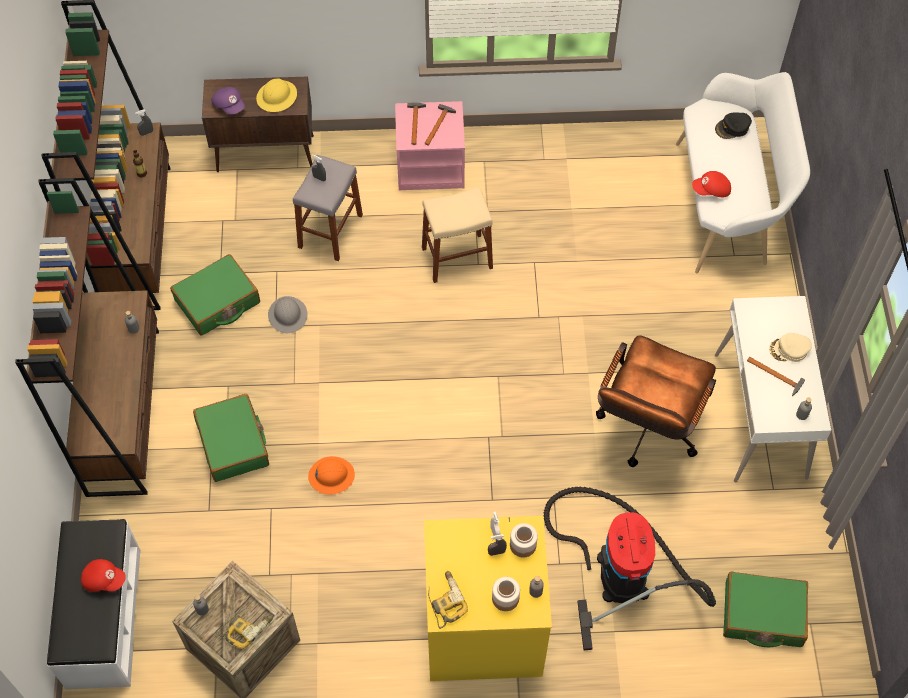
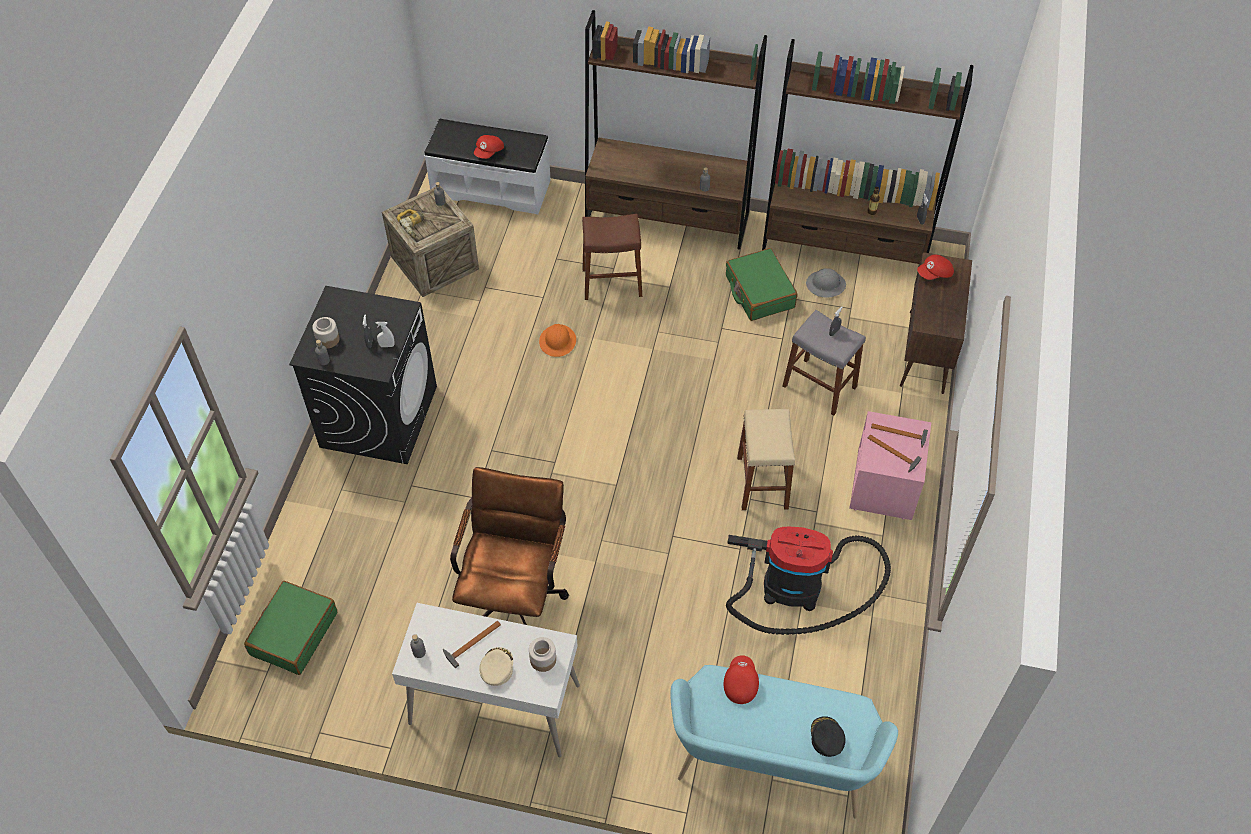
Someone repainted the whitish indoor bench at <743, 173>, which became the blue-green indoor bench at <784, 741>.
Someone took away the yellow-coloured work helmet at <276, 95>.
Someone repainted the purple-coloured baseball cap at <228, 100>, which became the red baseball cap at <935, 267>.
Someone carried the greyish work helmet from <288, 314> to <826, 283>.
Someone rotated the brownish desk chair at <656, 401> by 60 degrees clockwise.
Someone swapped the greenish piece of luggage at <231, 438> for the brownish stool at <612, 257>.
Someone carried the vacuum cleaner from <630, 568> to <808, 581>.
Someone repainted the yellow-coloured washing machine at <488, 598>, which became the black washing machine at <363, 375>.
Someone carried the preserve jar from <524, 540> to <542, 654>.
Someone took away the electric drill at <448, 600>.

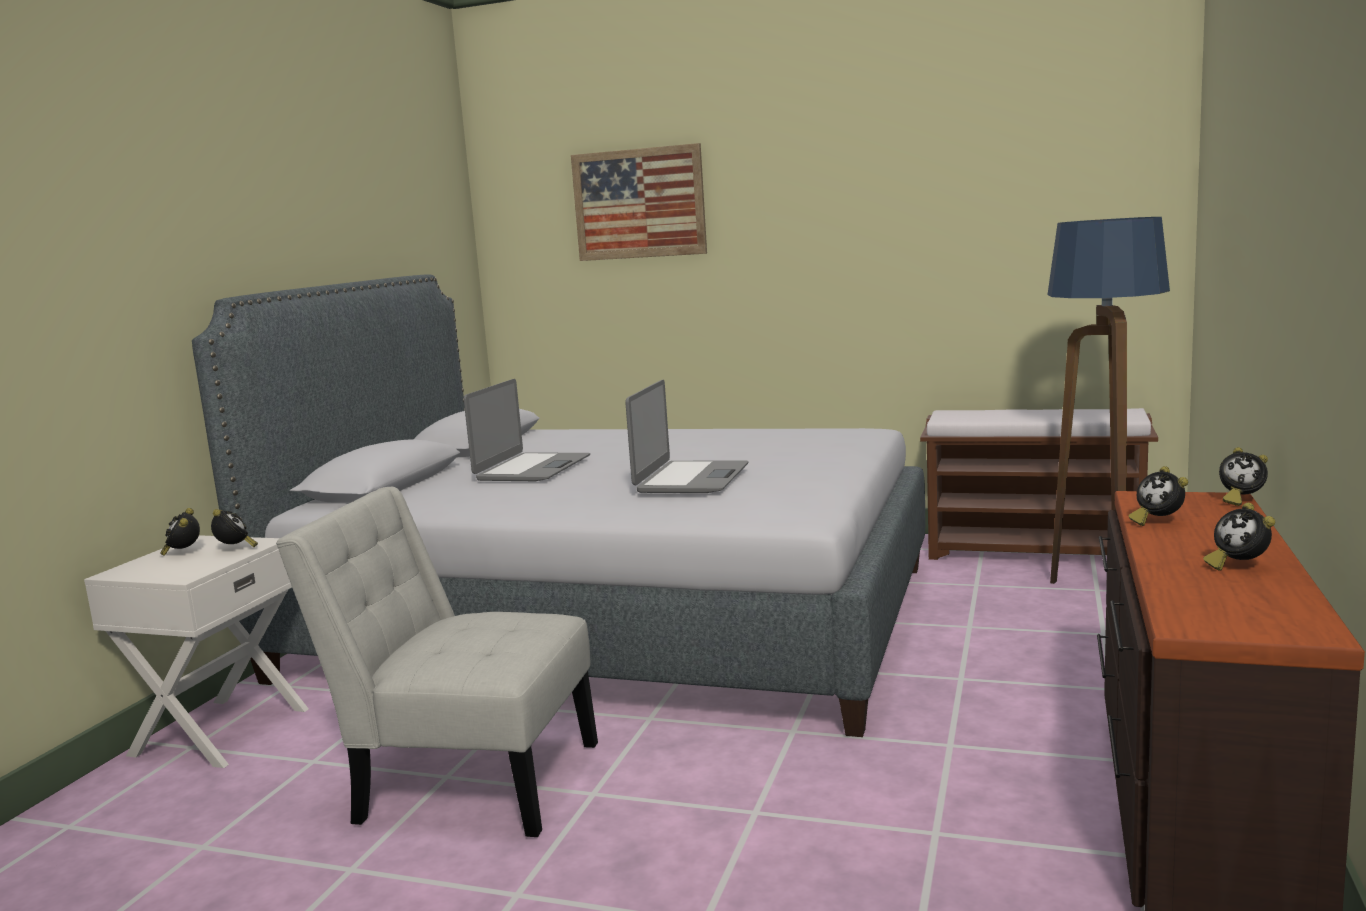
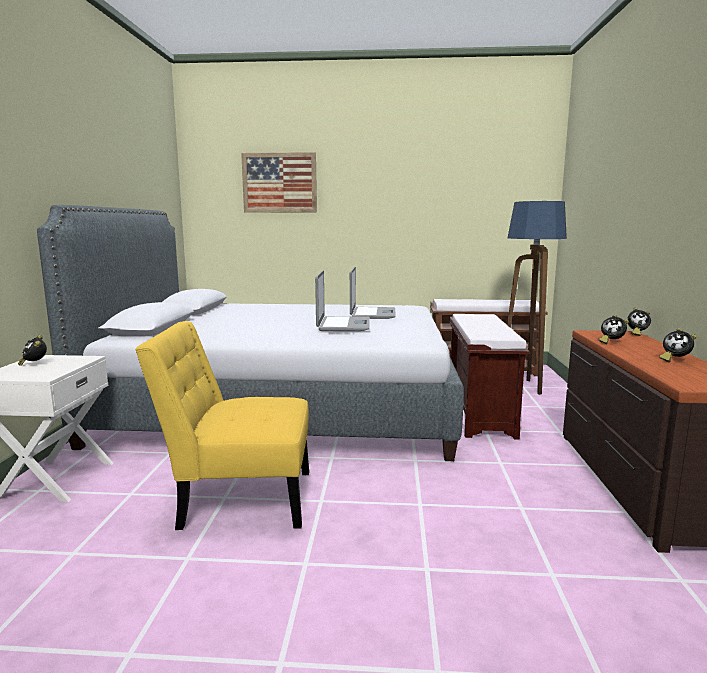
Someone carried the laptop from <527, 430> to <373, 293>.
Someone repainted the whitish chair at <437, 662>, which became the yellow-coloured chair at <222, 425>.
Someone took away the alarm clock at <234, 528>.
Someone put down the brownish indoor bench at <489, 377>.

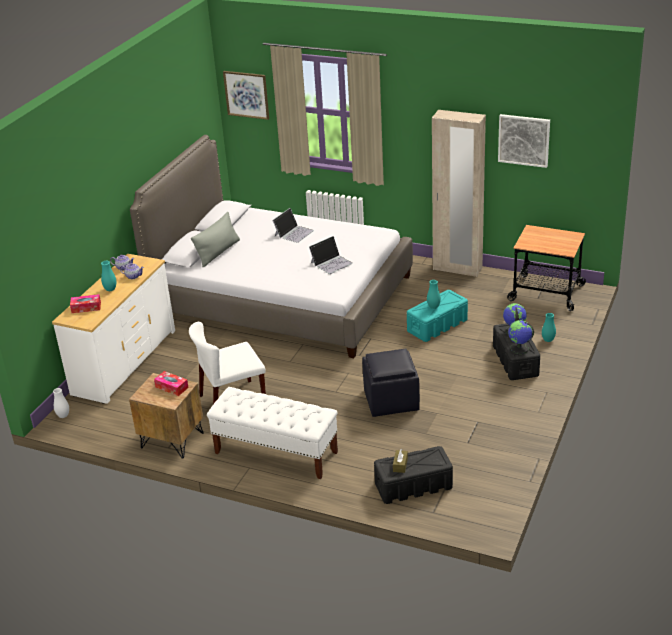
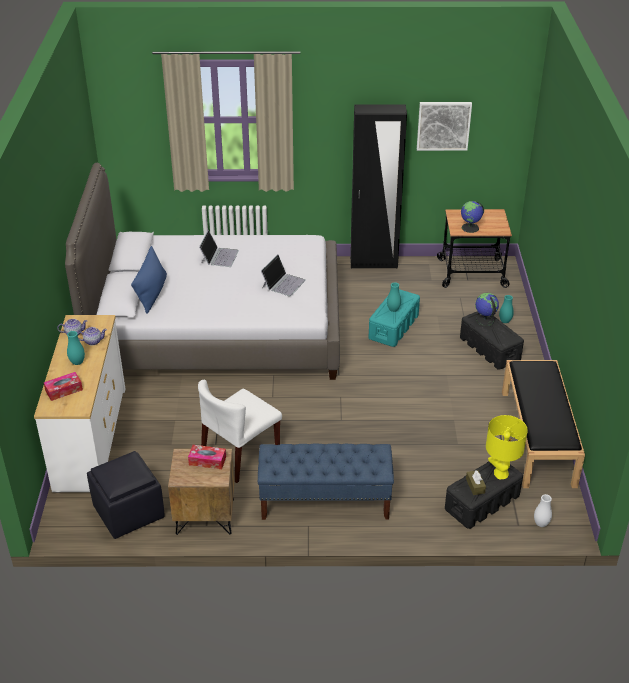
Someone took away the wall picture at <246, 95>.
Someone repainted the sand-coloured clothes cupboard at <459, 193>, which became the black clothes cupboard at <378, 186>.
Someone repainted the greyish cushion at <215, 239>, which became the blue-coloured cushion at <149, 280>.
Someone carried the desk globe from <521, 337> to <472, 217>.
Someone carried the black pouffe from <391, 383> to <126, 495>.
Someone repainted the whitish indoor bench at <272, 433>, which became the blue-coloured indoor bench at <326, 481>.
Someone carried the whitish vase from <61, 403> to <543, 510>.
Someone put down the black indoor bench at <543, 424>.
Someone put down the yellow-coloured tabletop lamp at <507, 447>.

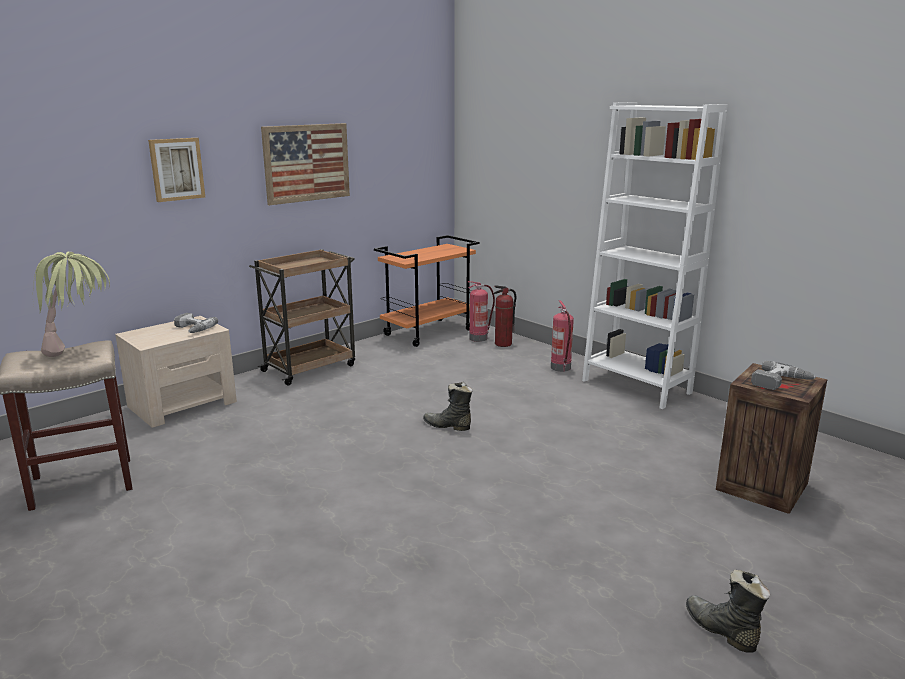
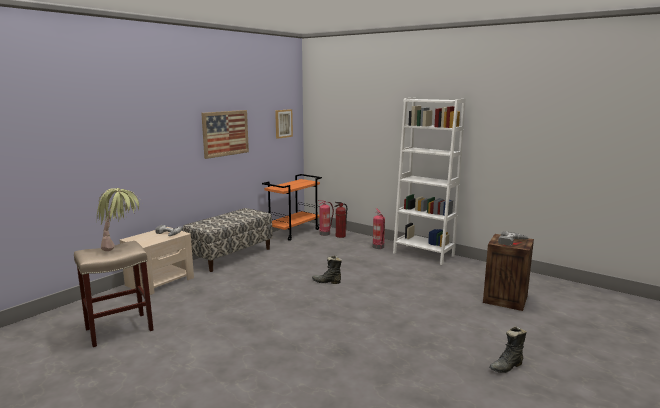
Someone carried the wall picture from <176, 170> to <284, 124>.
Someone swapped the brownish cart at <302, 317> for the indoor bench at <228, 240>.
Someone rotated the black tall boot at <728, 611> by 75 degrees counterclockwise.

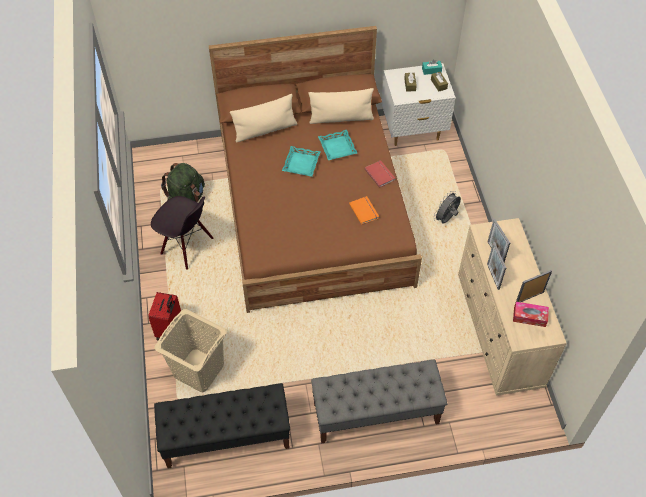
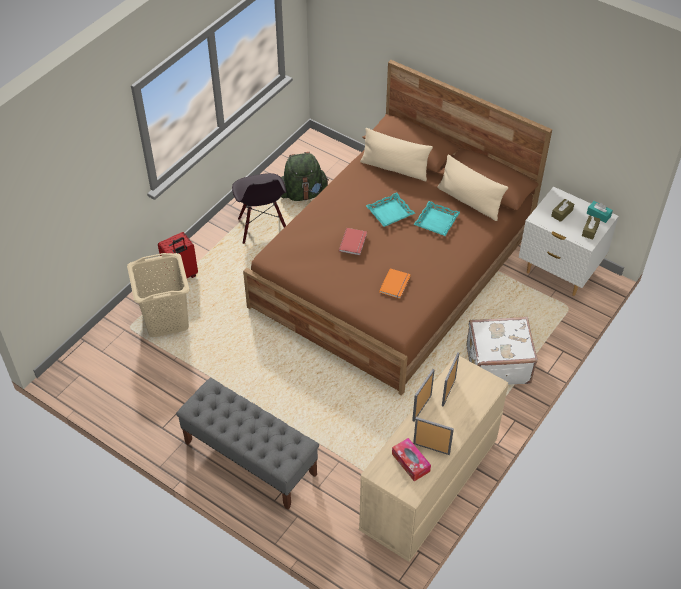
Someone carried the red bound book from <379, 174> to <353, 241>.
Someone swapped the greyish fan at <447, 207> for the whitish piece of luggage at <502, 351>.
Someone took away the black indoor bench at <222, 426>.

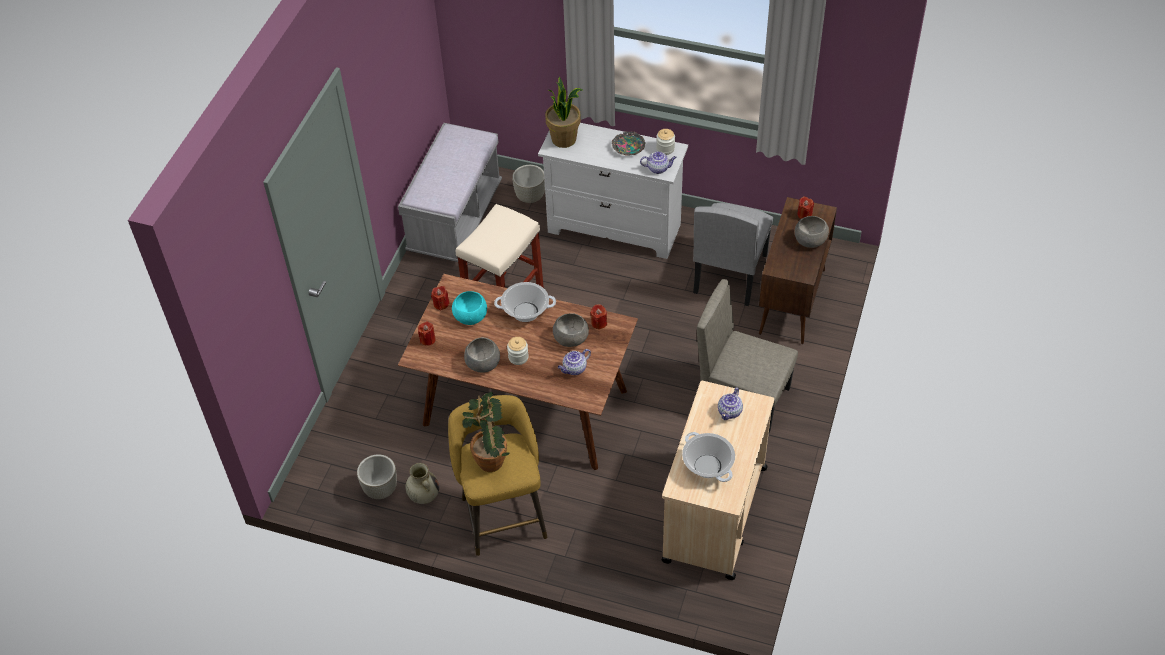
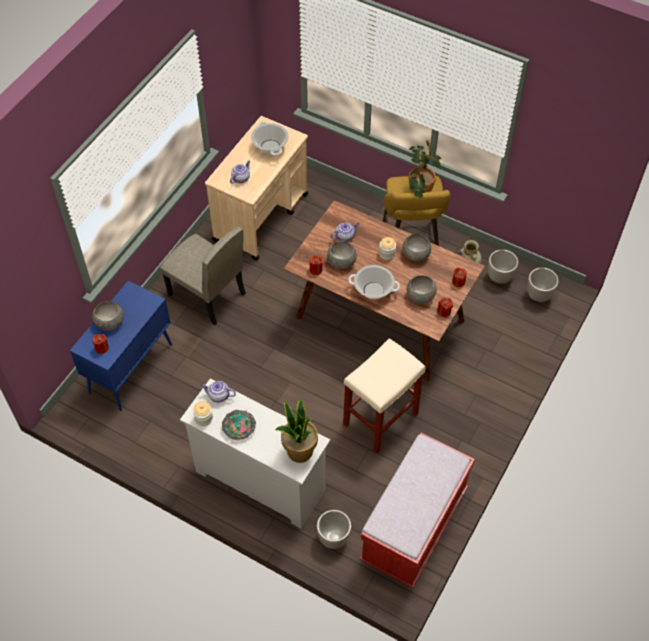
Someone repainted the greyish indoor bench at <450, 192>, which became the red indoor bench at <417, 510>.
Someone repainted the brownish cupboard at <798, 270>, which became the blue-coloured cupboard at <121, 346>.
Someone took away the greyish chair at <733, 254>.
Someone repainted the blue-green deep dish at <469, 308>, which became the greyish deep dish at <422, 289>.
Someone put down the greyish planter at <543, 284>.

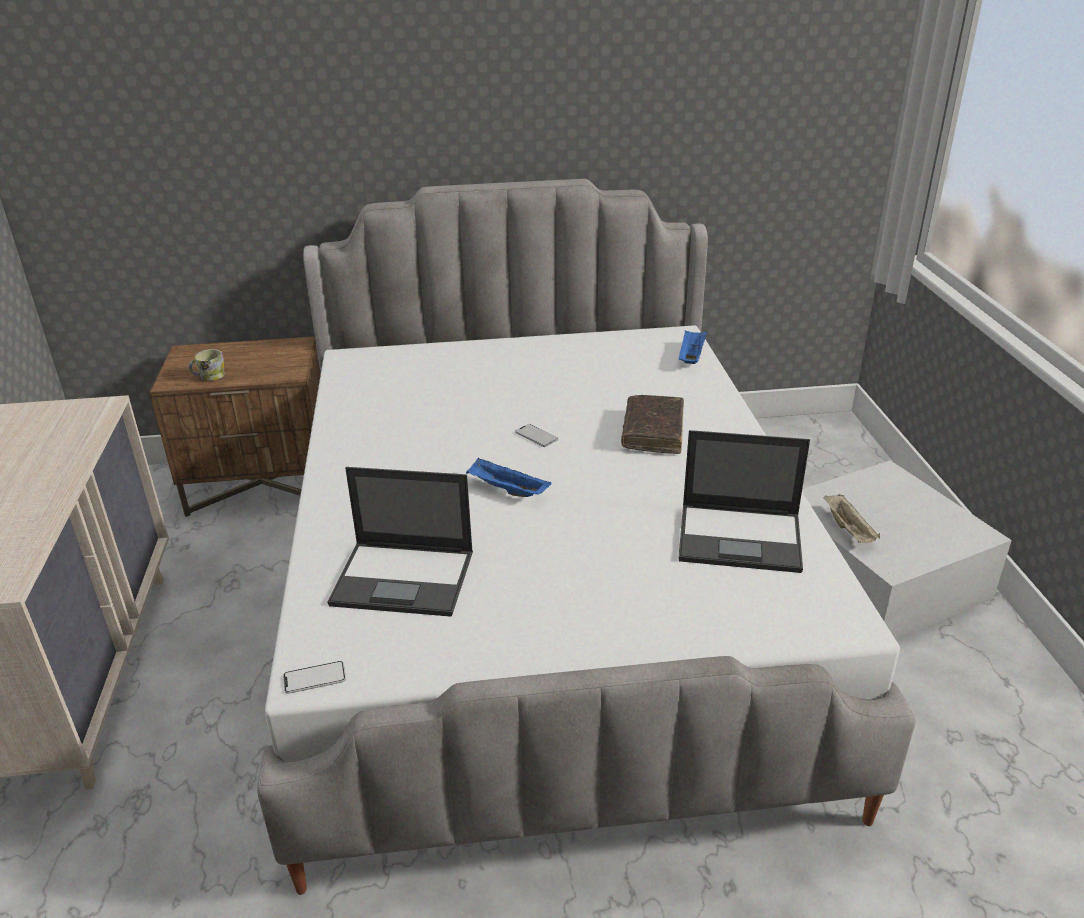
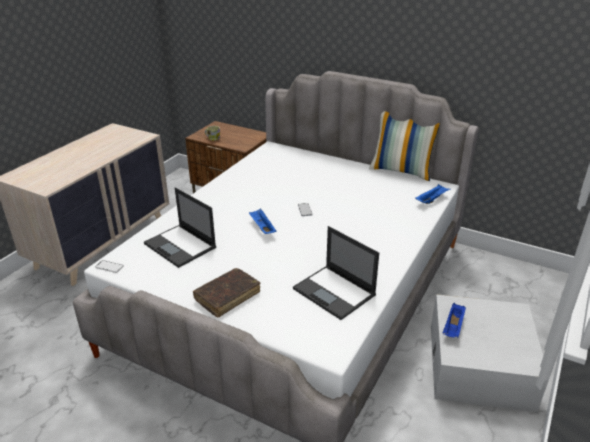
Someone carried the brownish bound book from <652, 424> to <226, 292>.
Someone repainted the sand-coloured serving tray at <852, 518>, which became the blue-coloured serving tray at <454, 320>.
Someone put down the cushion at <404, 146>.

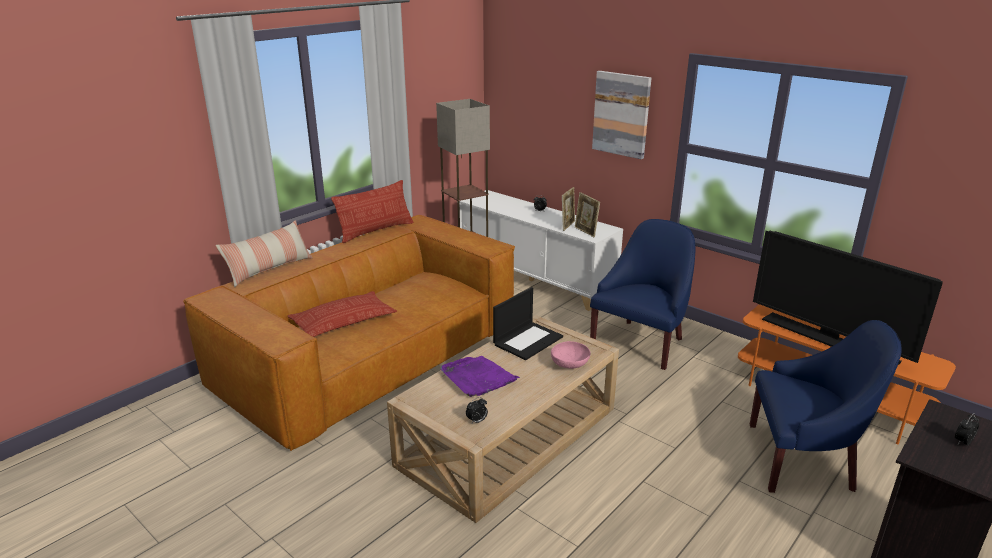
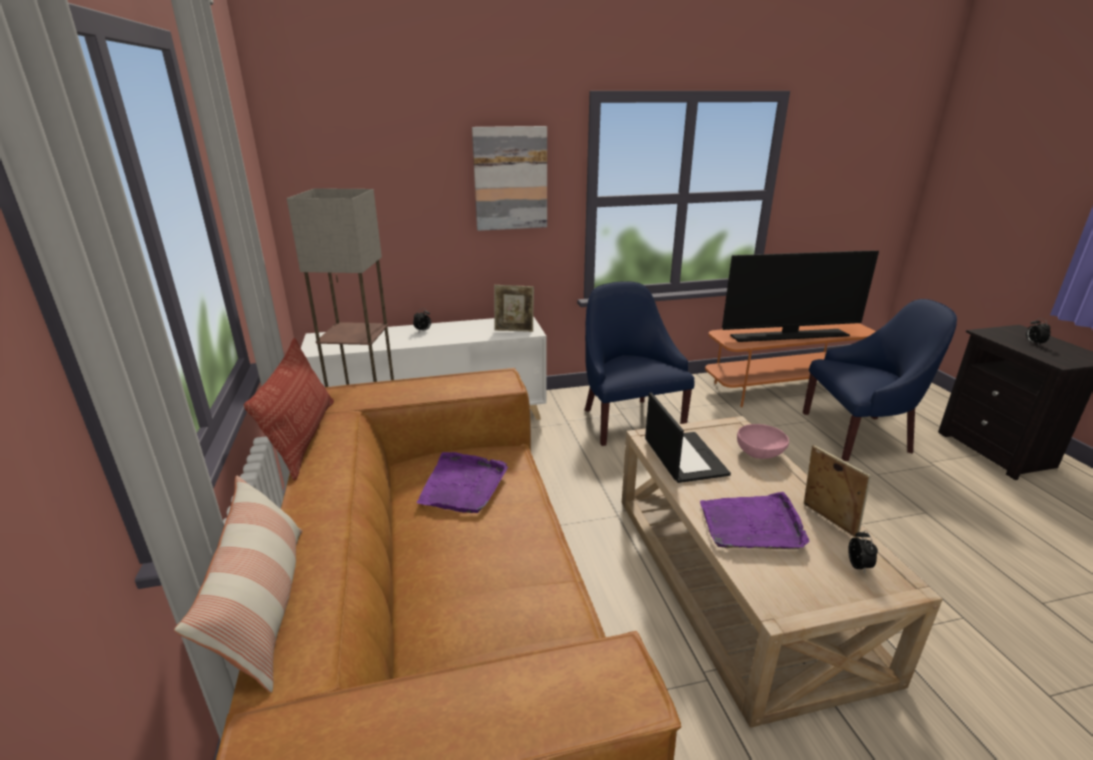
Someone carried the photo frame from <568, 209> to <837, 491>.
Someone took away the cushion at <342, 314>.
Someone rotated the blue-coloured armchair at <826, 406> by 45 degrees clockwise.
Someone put down the purple-coloured serving tray at <462, 482>.

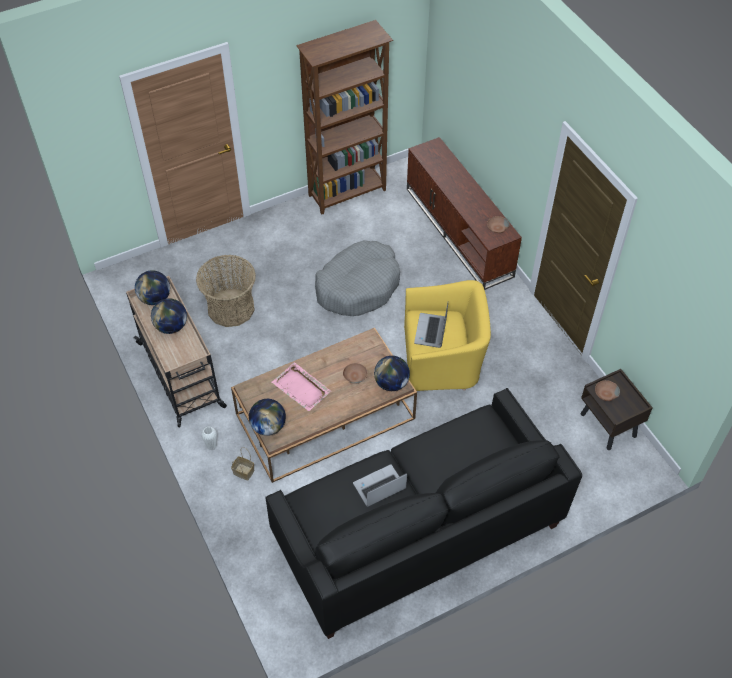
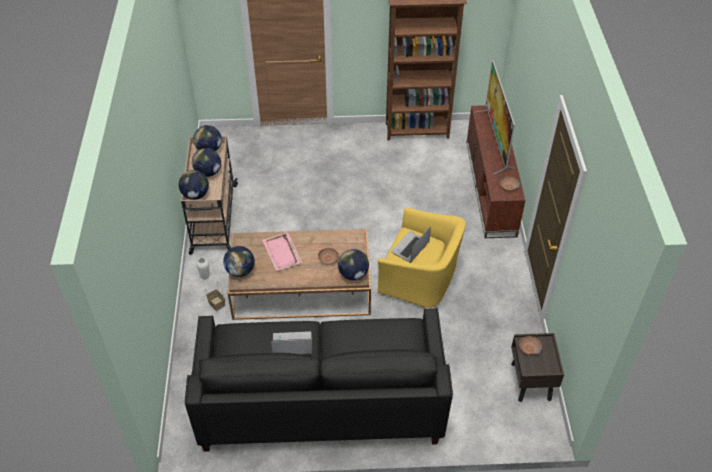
Someone took away the greyish dog bed at <357, 278>.
Someone took away the storage basket at <226, 291>.
Someone put down the TV set at <495, 117>.
Someone put down the desk globe at <194, 185>.

